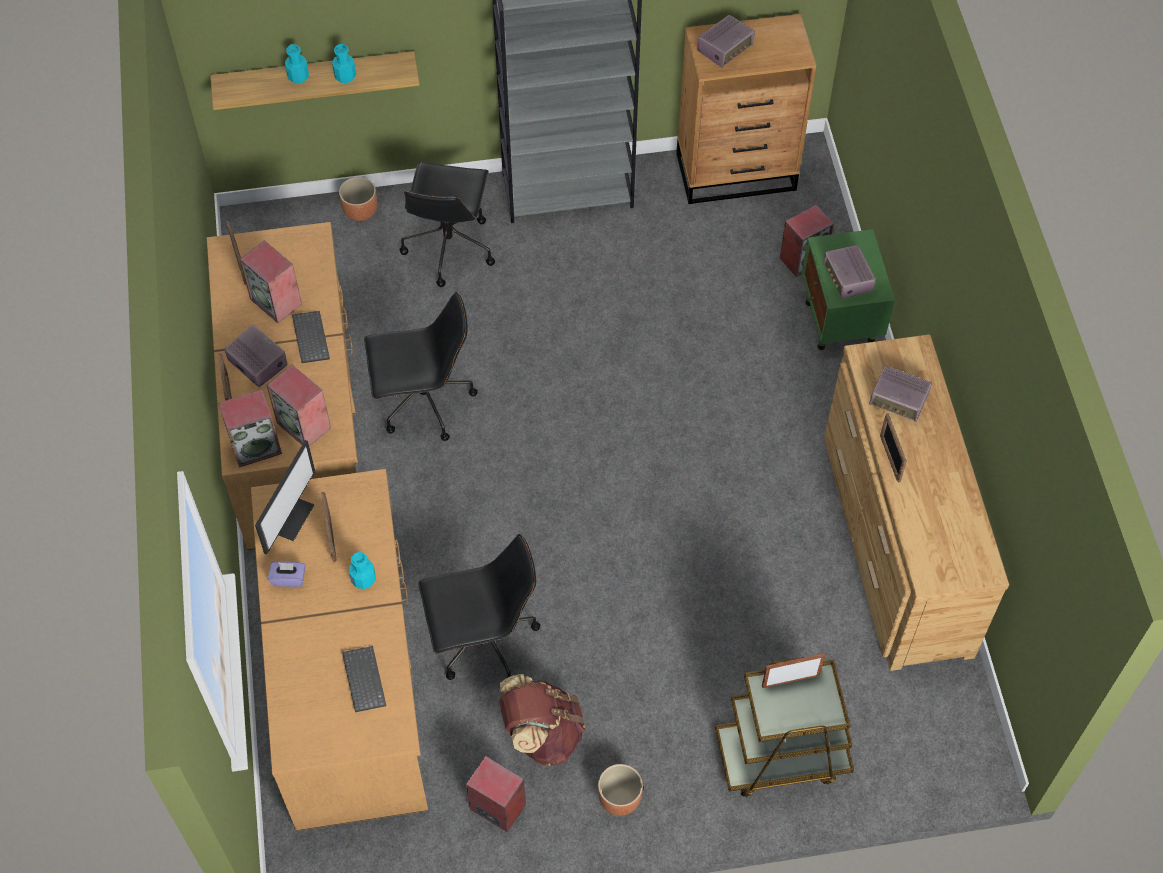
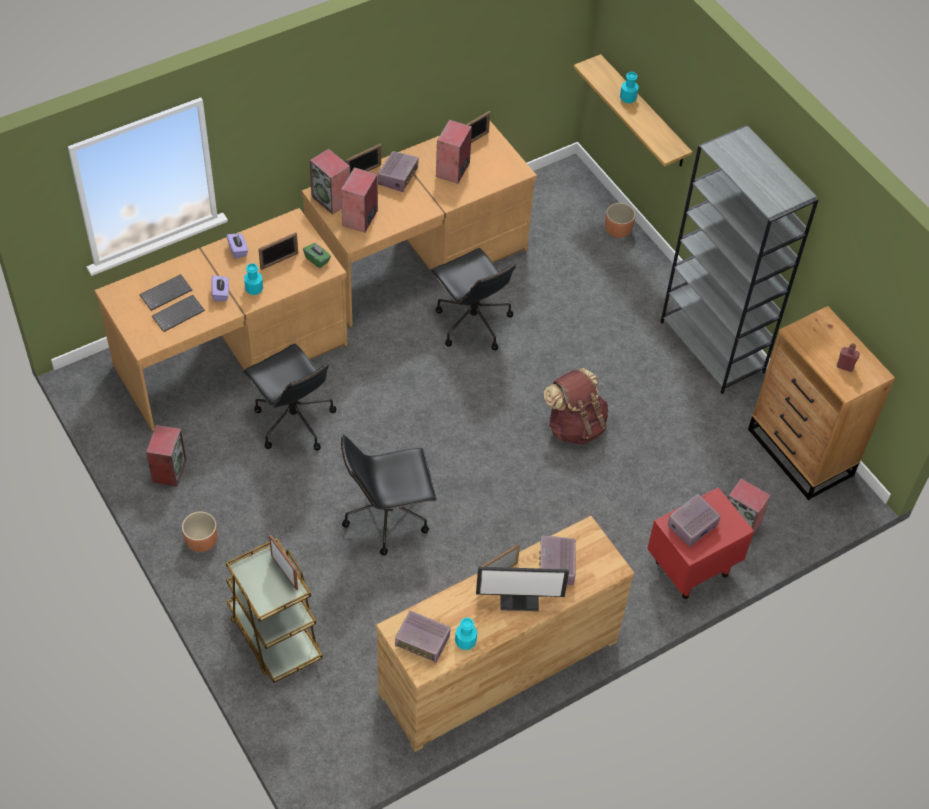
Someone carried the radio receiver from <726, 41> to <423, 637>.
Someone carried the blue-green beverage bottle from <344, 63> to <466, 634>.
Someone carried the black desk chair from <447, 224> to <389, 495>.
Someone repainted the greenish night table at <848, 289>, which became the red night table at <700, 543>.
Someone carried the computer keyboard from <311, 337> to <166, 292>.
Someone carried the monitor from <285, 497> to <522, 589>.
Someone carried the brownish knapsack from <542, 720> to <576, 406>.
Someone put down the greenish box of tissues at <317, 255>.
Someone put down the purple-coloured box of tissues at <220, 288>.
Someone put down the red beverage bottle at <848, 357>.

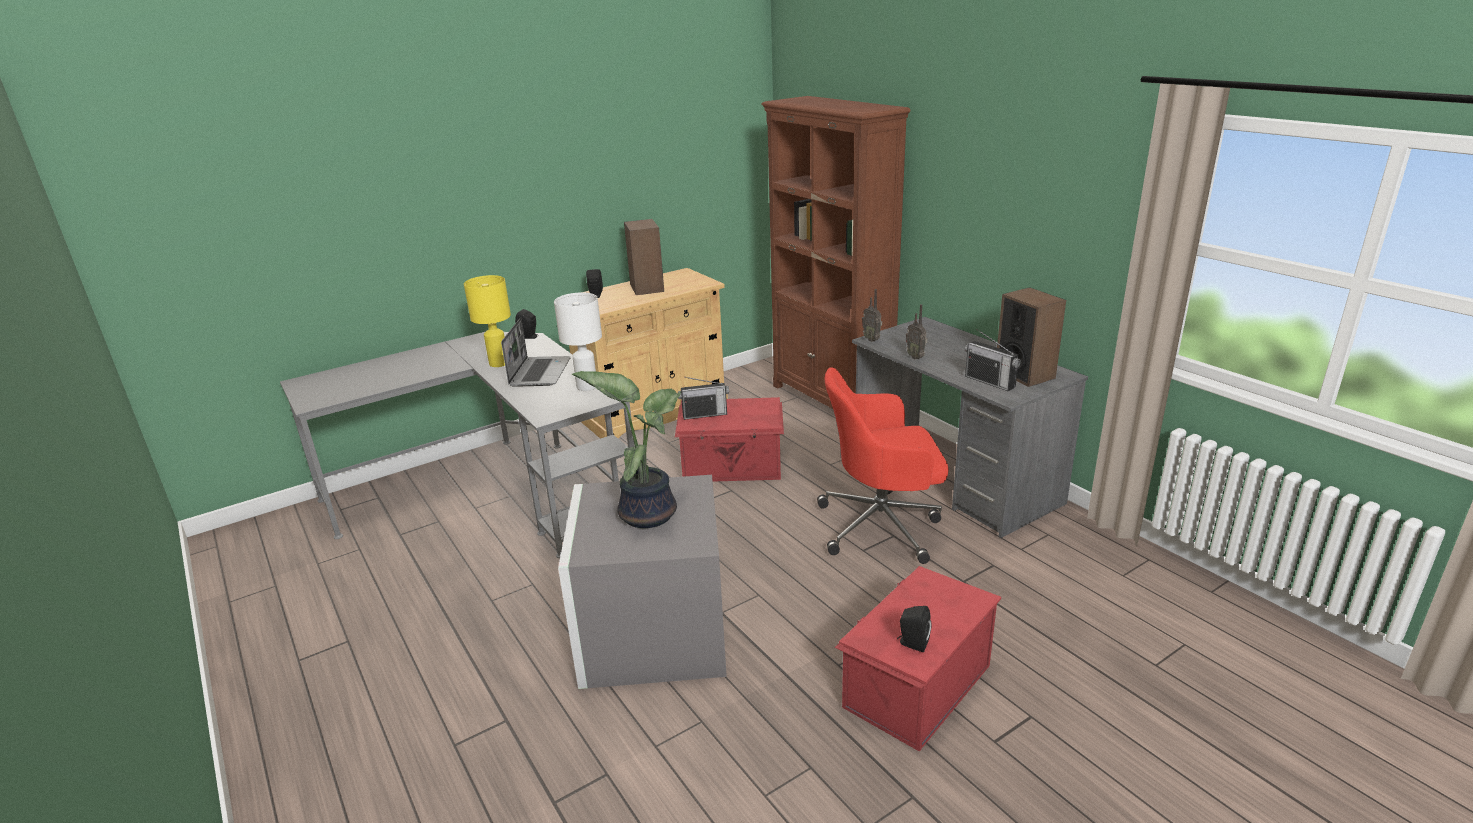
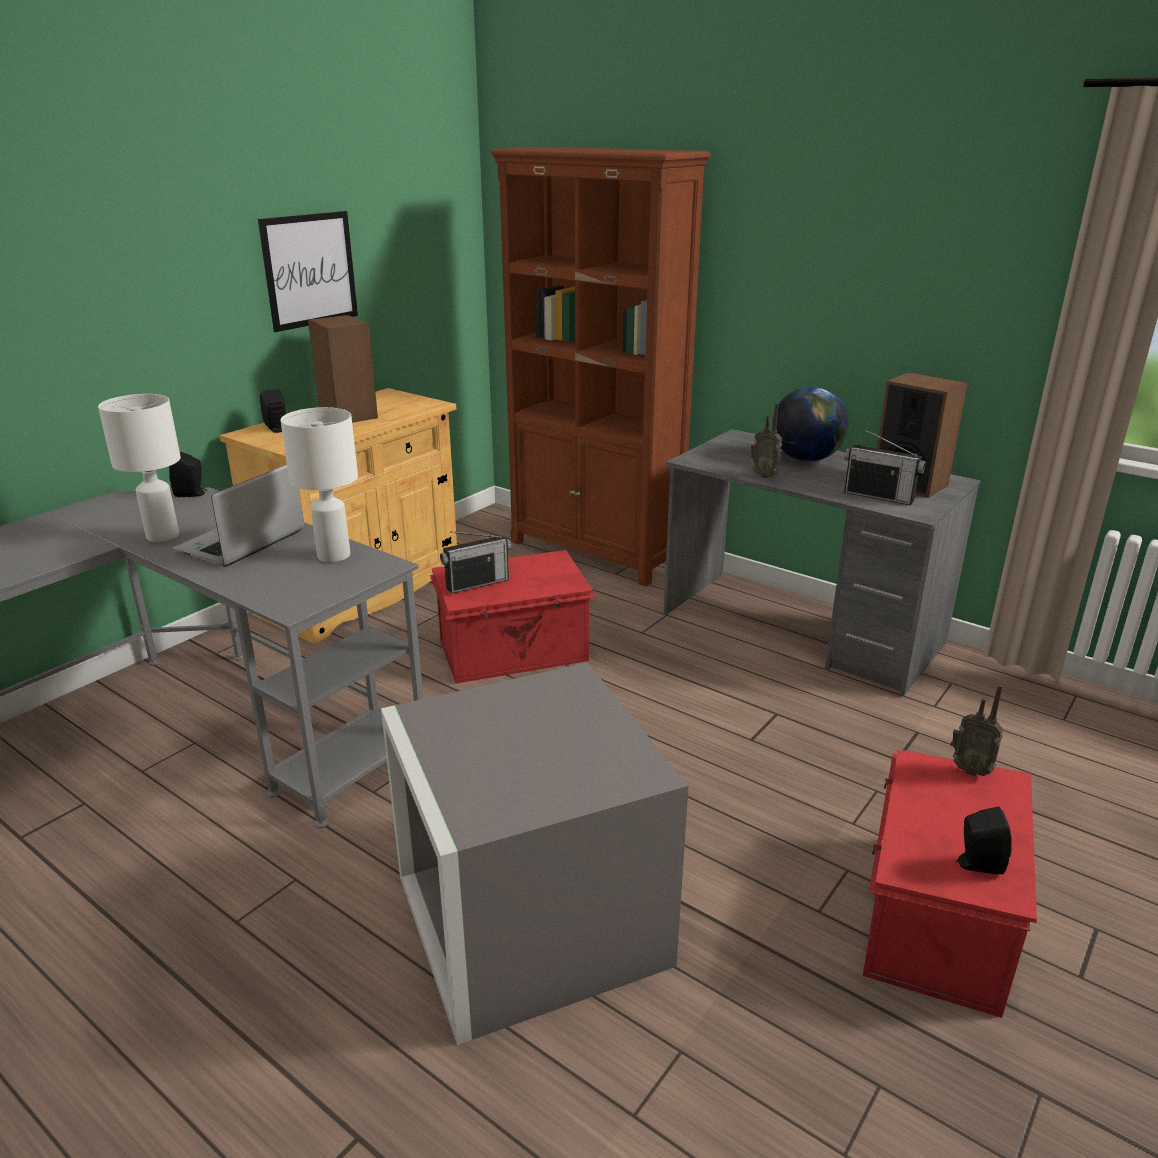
Someone repainted the yellow-coloured tabletop lamp at <487, 321>, which became the whitish tabletop lamp at <139, 468>.
Someone carried the radio receiver from <872, 315> to <976, 730>.
Someone rotated the laptop at <536, 352> by 135 degrees counterclockwise.
Someone took away the red desk chair at <882, 465>.
Someone took away the plant in a pot at <626, 449>.
Someone put up the wall picture at <308, 271>.
Someone put down the desk globe at <810, 424>.

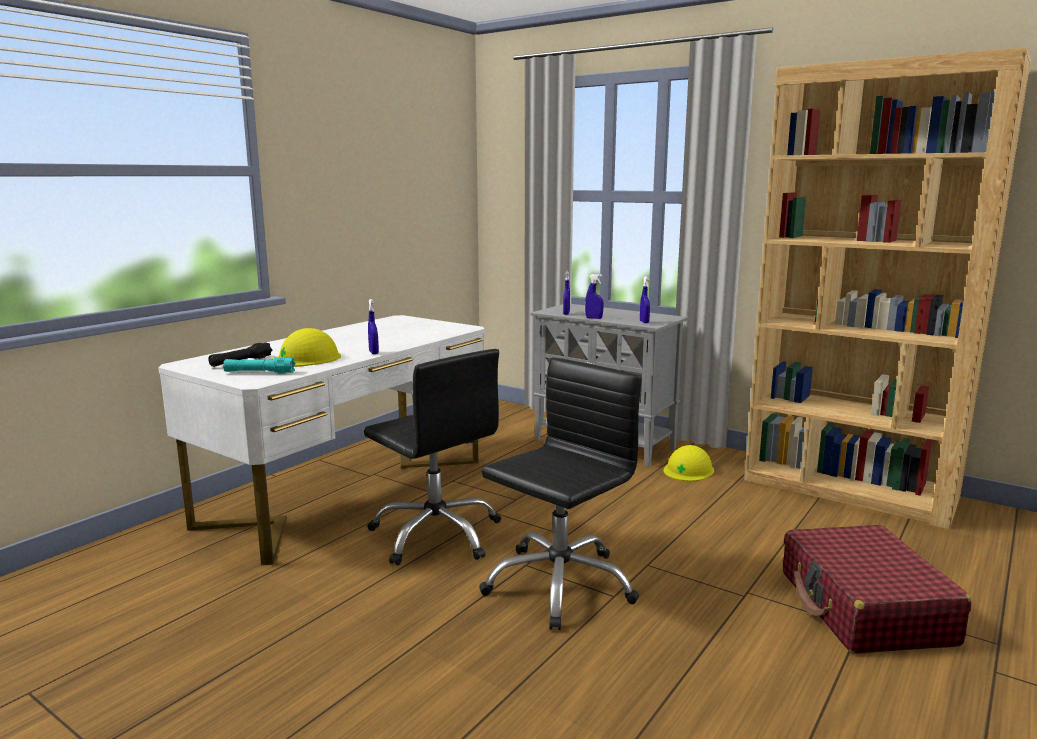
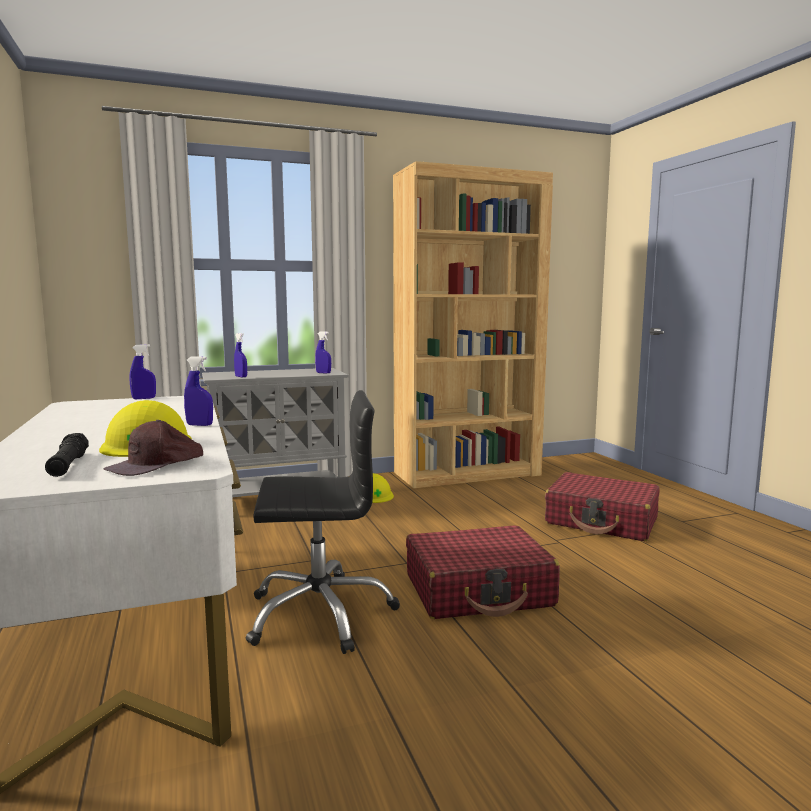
Someone carried the blue-coloured sprayer from <594, 296> to <143, 371>.
Someone swapped the blue-green hand torch at <259, 365> for the brownish baseball cap at <153, 448>.
Someone swapped the black desk chair at <560, 493> for the red piece of luggage at <483, 572>.

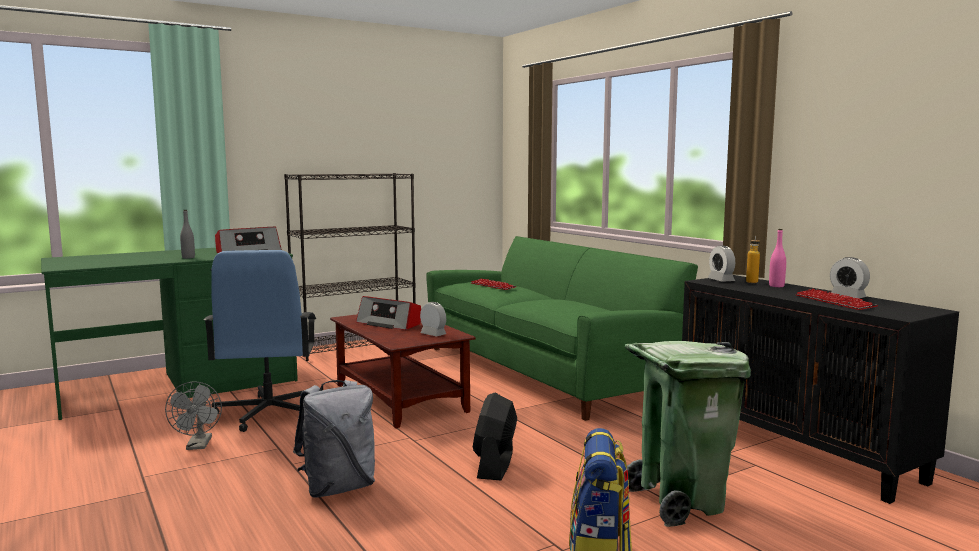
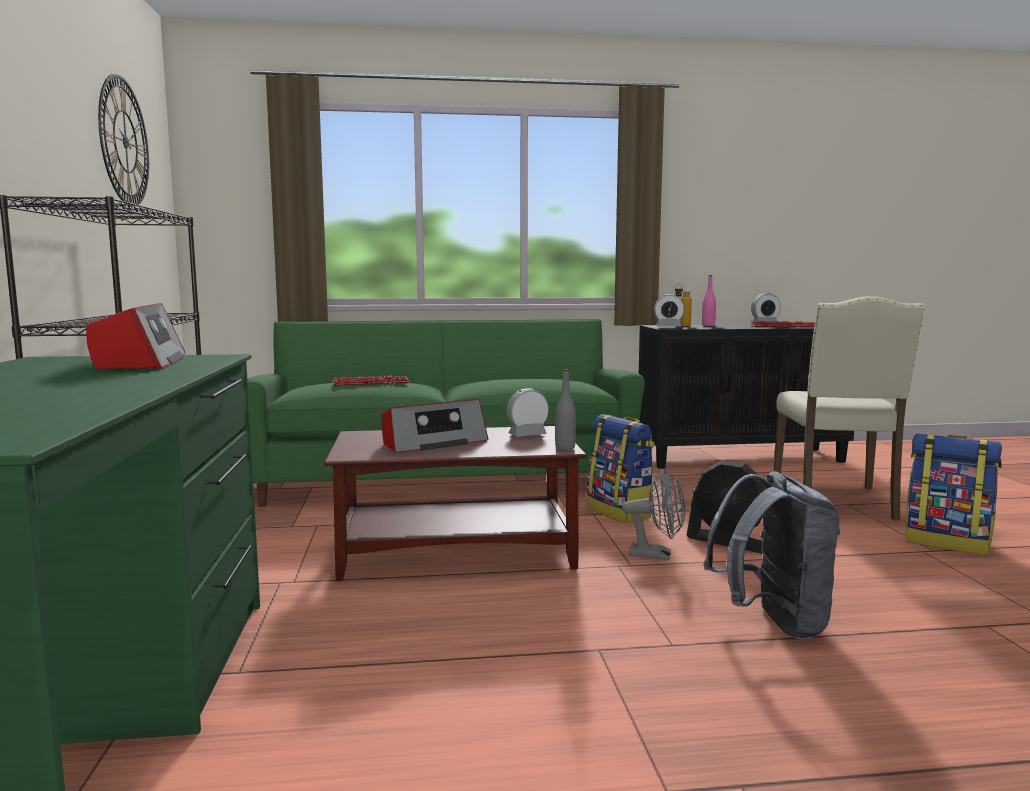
Someone carried the greyish beverage bottle from <187, 234> to <565, 409>.
Someone took away the blue-coloured desk chair at <259, 341>.
Someone swapped the greenish waste bin at <688, 434> for the sand-coloured chair at <849, 408>.
Someone carried the greyish fan from <193, 415> to <653, 514>.
Someone put up the wall clock at <123, 140>.
Someone put down the knapsack at <620, 468>.

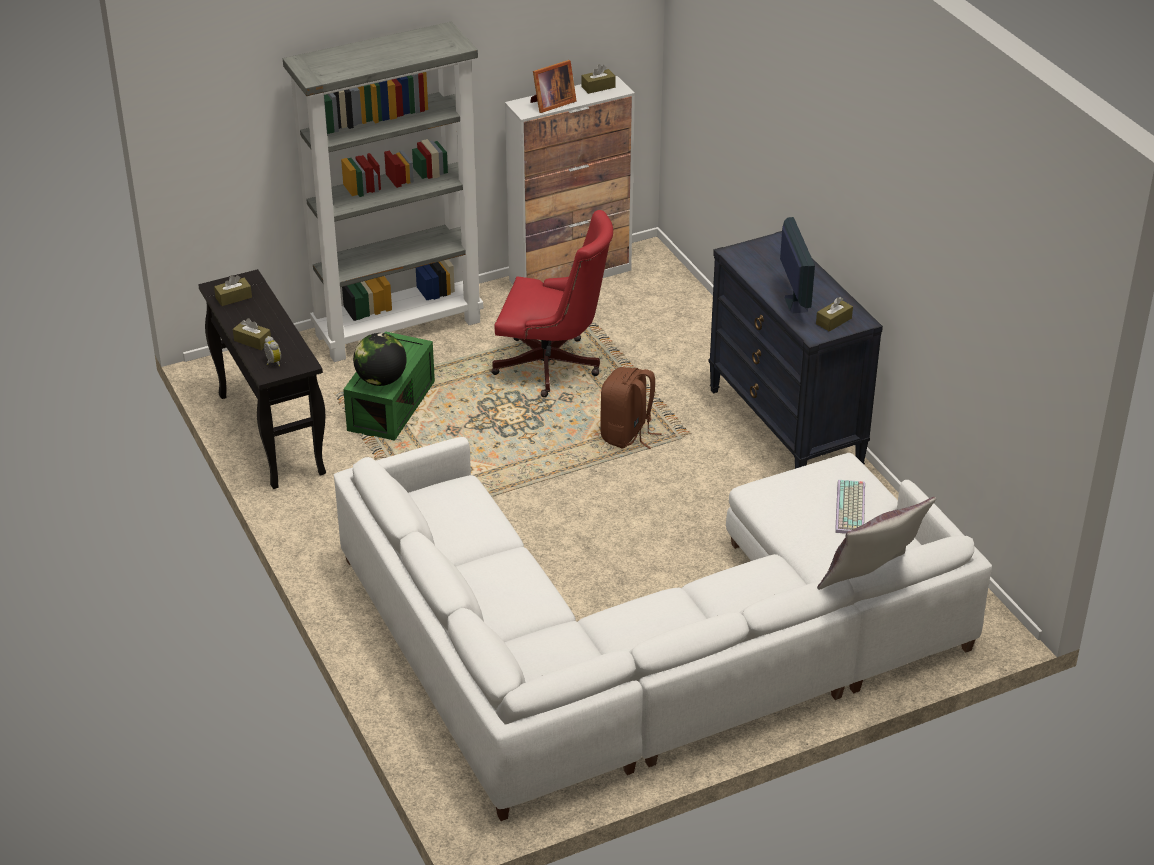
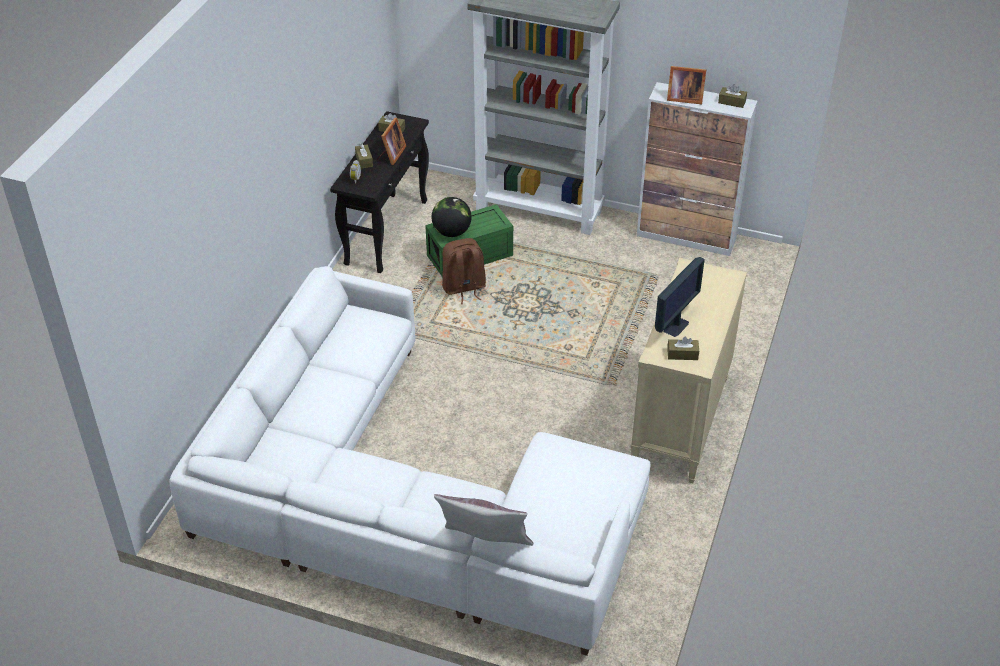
Someone took away the red desk chair at <552, 303>.
Someone repainted the black drawer chest at <796, 350>, which became the sand-coloured drawer chest at <688, 370>.
Someone carried the brownish knapsack from <631, 408> to <464, 271>.
Someone took away the computer keyboard at <850, 507>.
Someone put down the photo frame at <391, 141>.

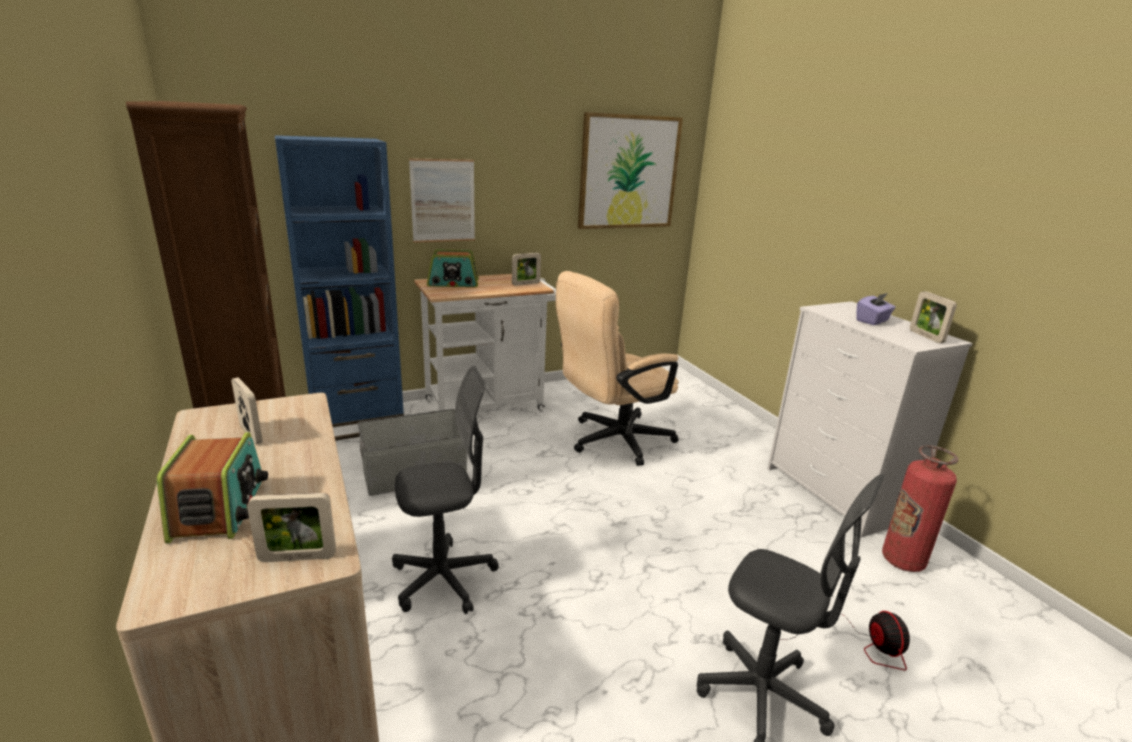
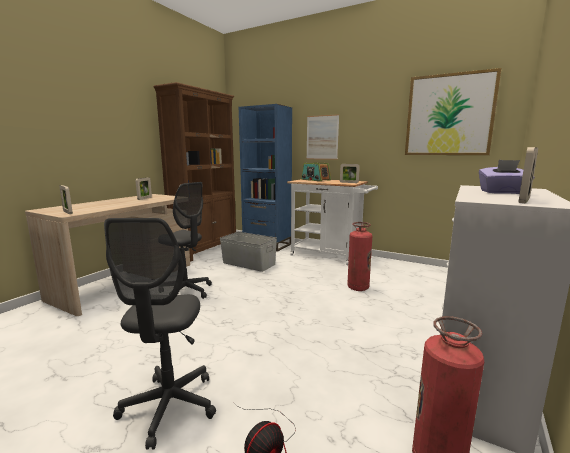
Someone swapped the sand-coloured desk chair at <617, 368> for the fire-fighting cylinder at <359, 256>.
Someone took away the radio receiver at <212, 488>.

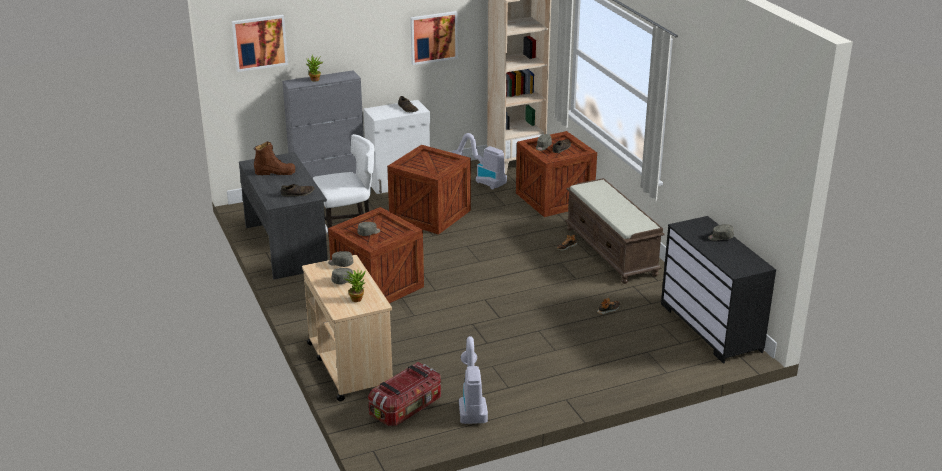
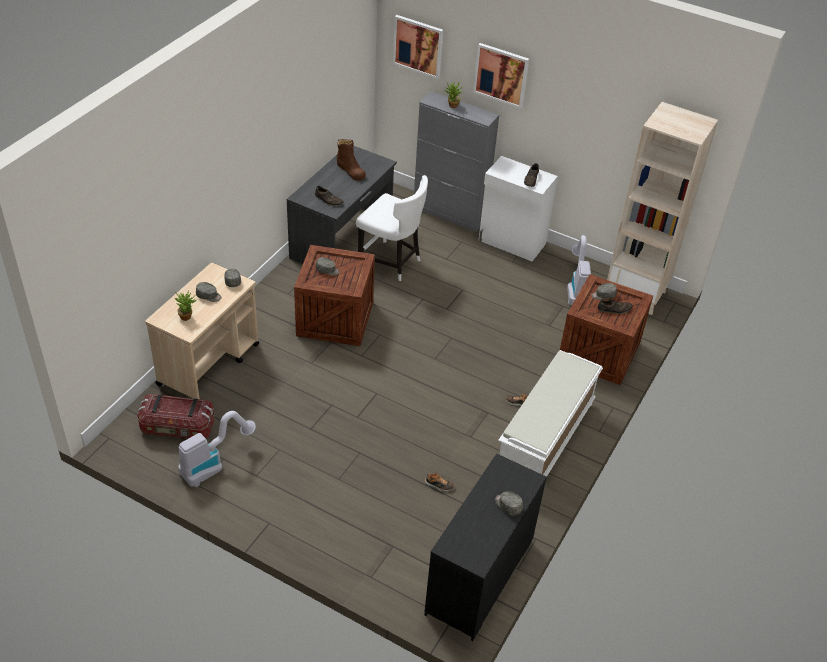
Someone carried the wall picture from <434, 38> to <501, 76>.
Someone took away the packing crate at <429, 190>.
Someone repainted the brownish indoor bench at <615, 231>, which became the whitish indoor bench at <550, 413>.

